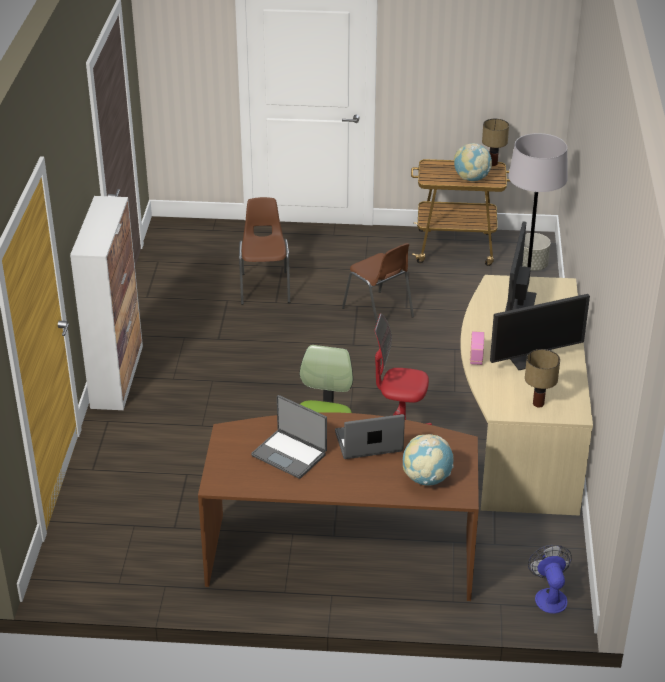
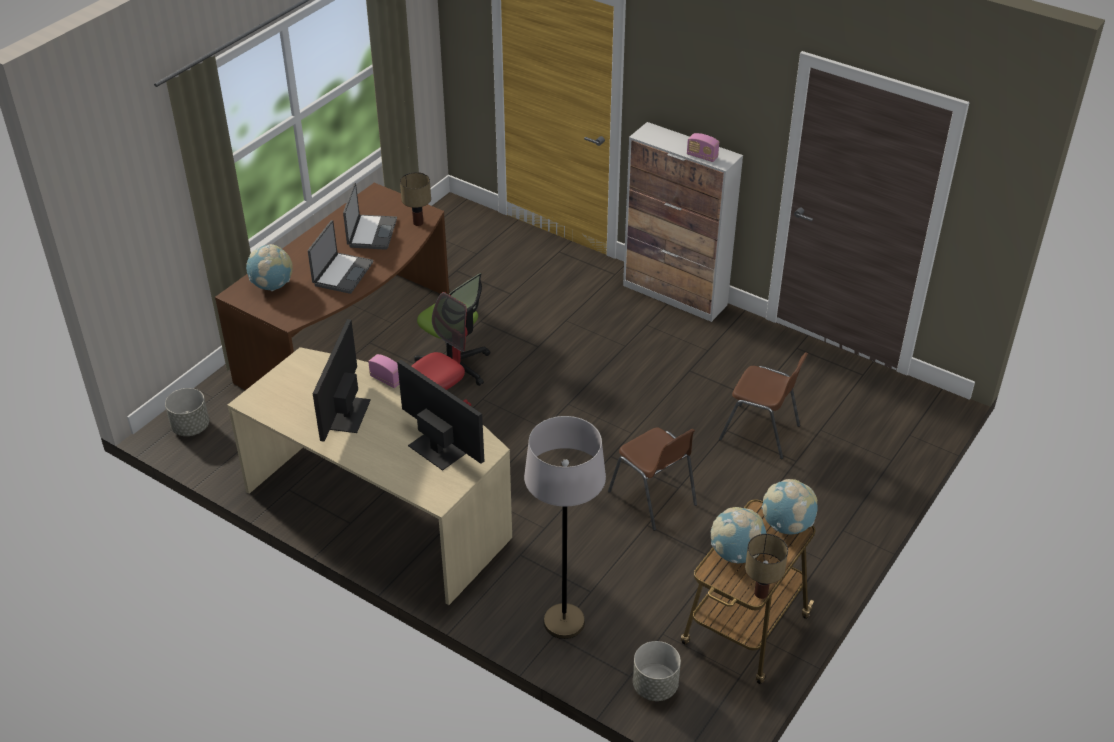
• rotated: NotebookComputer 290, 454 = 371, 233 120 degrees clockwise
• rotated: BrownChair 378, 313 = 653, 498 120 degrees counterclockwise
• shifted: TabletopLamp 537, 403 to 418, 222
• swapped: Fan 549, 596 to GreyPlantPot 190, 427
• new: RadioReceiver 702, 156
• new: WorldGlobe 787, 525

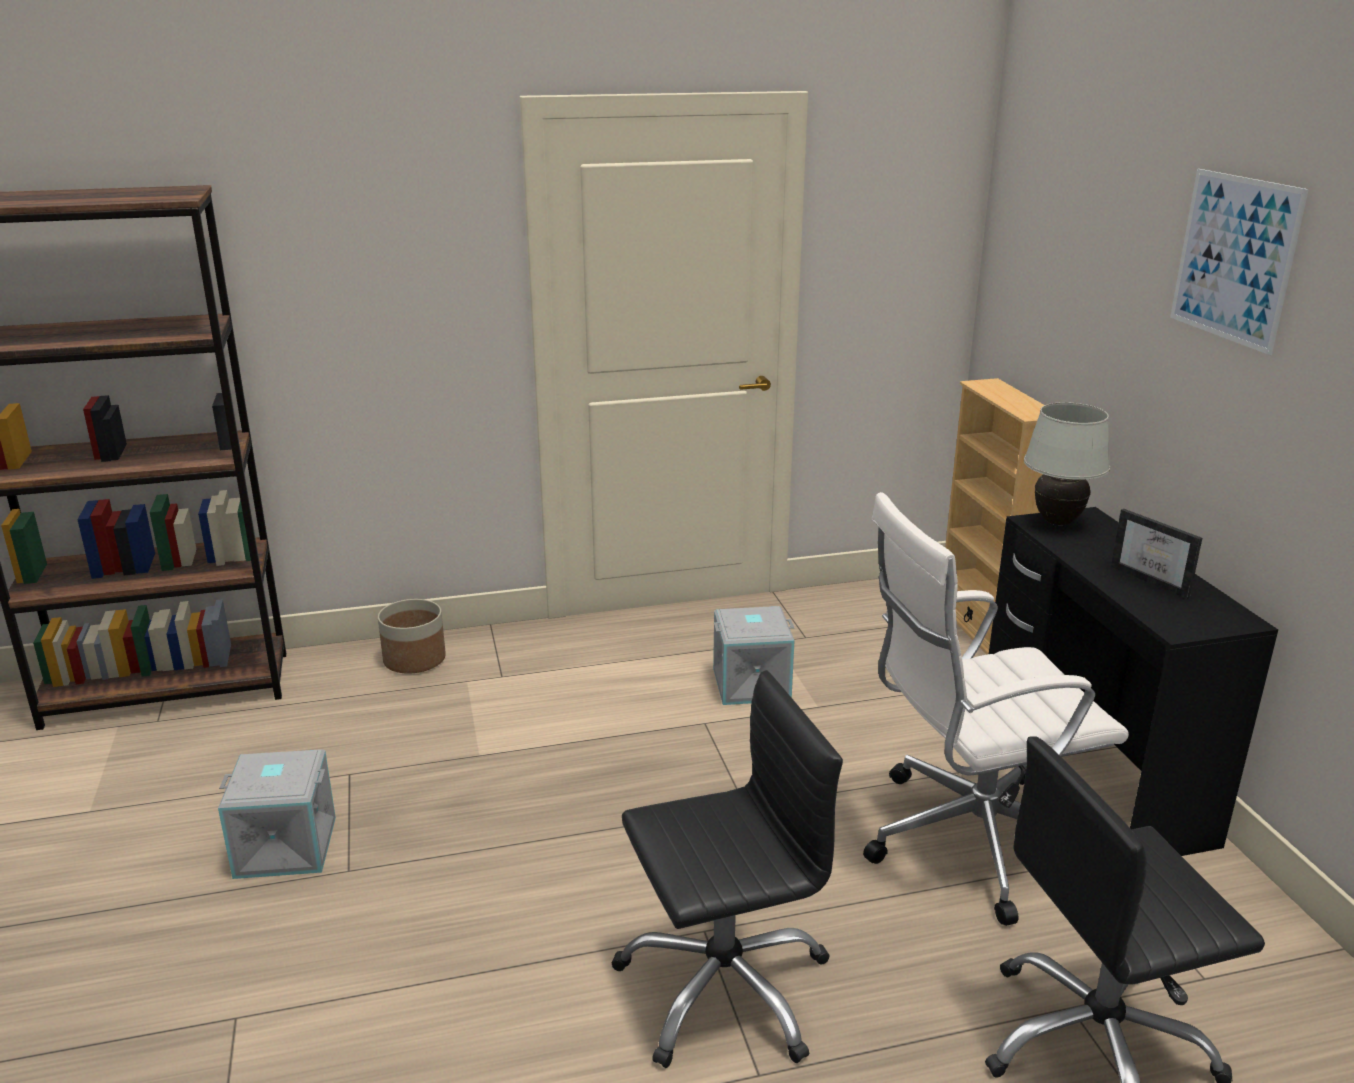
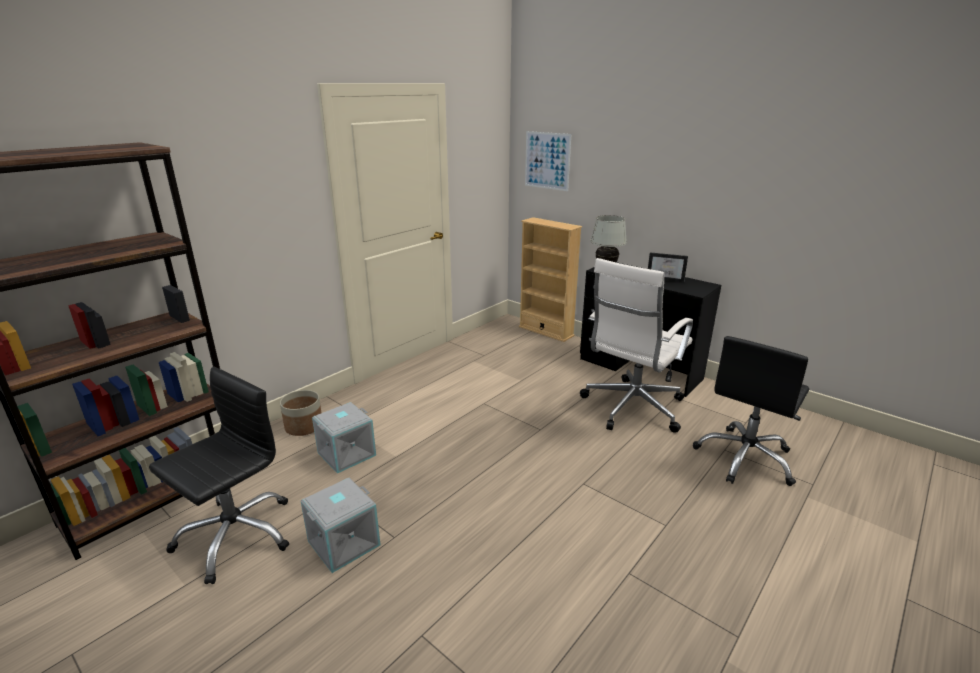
• shifted: BlackishDeskChair 723, 987 to 235, 535
• shifted: GreyStorageContainer 751, 683 to 346, 453
• shifted: Picture 1234, 258 to 547, 160

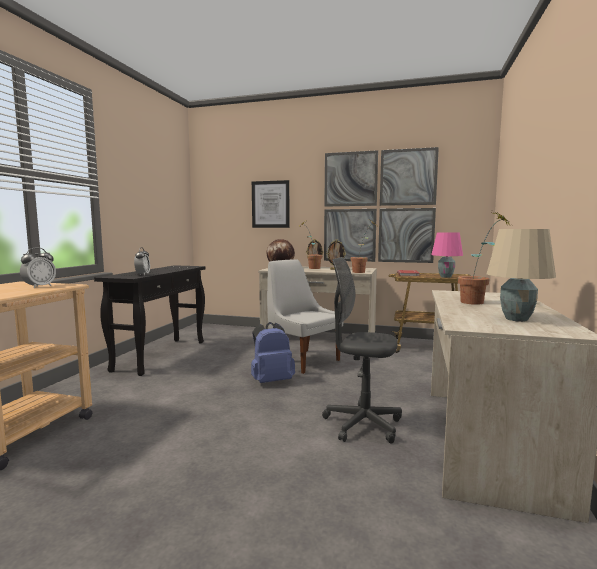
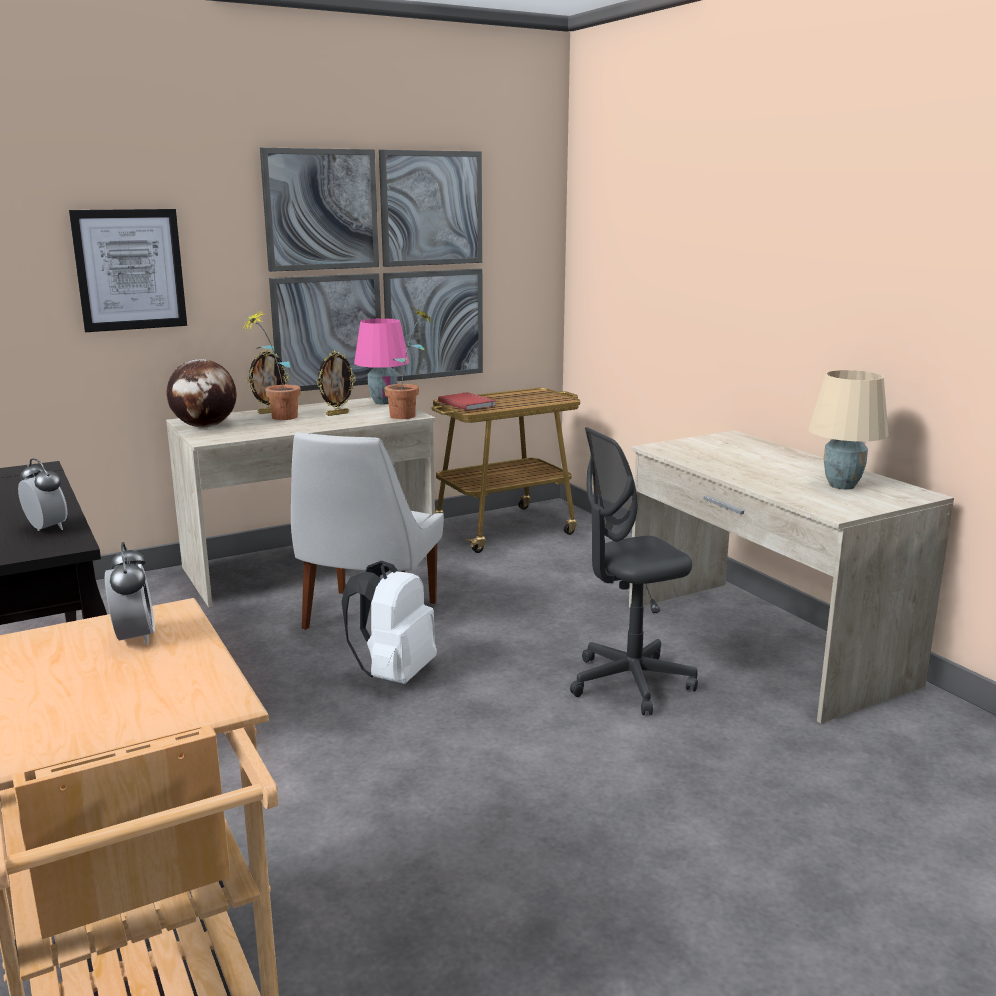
• repainted: BlueColouredRucksack 271, 381 to WhiteColouredRucksack 394, 674
• rotated: WhiteColouredChair 302, 360 = 368, 618 75 degrees counterclockwise
• shifted: PinkishTabletopLamp 446, 277 to 383, 402
• gone: PlantInAPot 479, 302

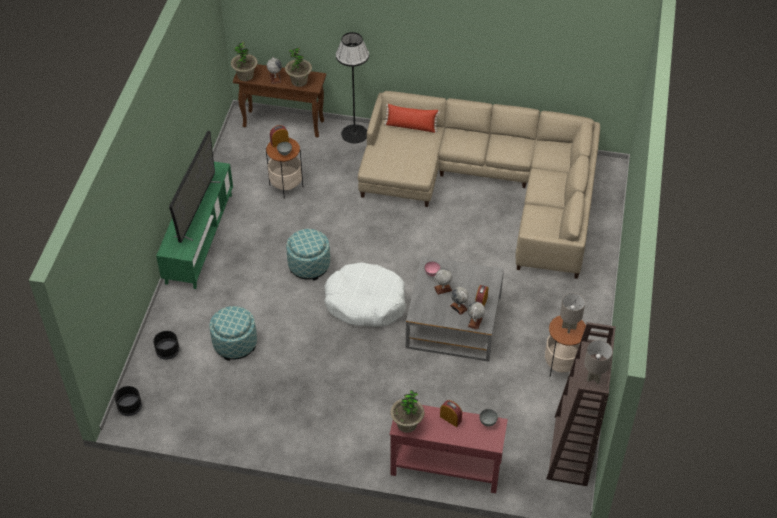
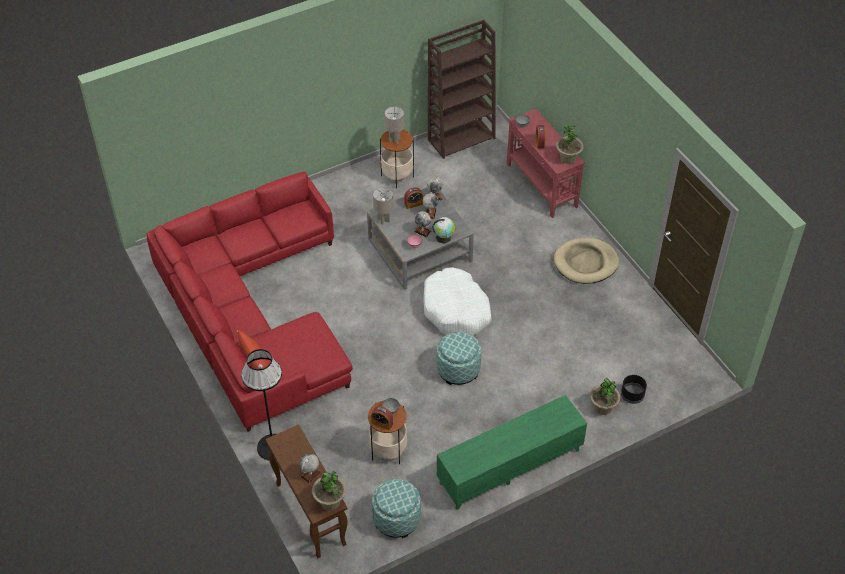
• gone: BlackishPlantPot 130, 407
• gone: TvSet 197, 209
• shifted: Footrest 235, 344 to 396, 518
• shifted: PlantInAPot 299, 81 to 603, 408
• repainted: BeigeSofa 489, 185 to RedSofa 252, 312
• shifted: GreyTabletopLamp 593, 378 to 384, 220
• new: WorldGlobe 444, 237
• new: BeigeDogCushion 585, 263

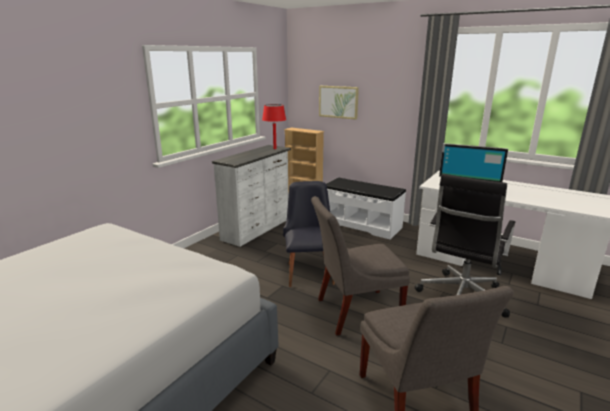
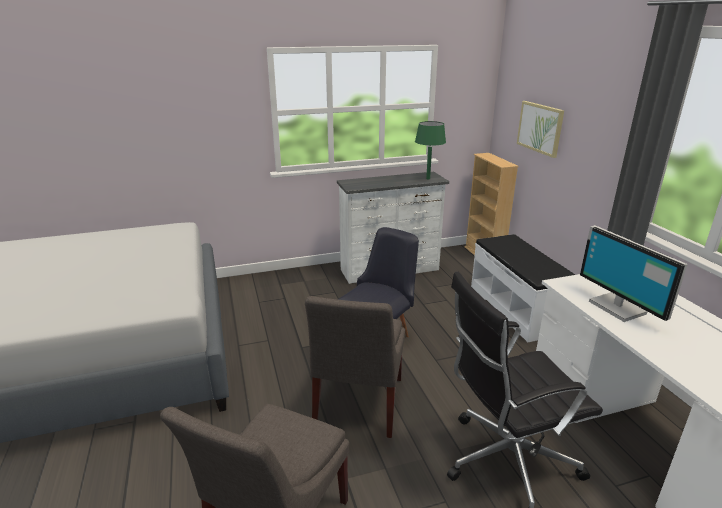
• repainted: RedTabletopLamp 274, 149 to GreenColouredTabletopLamp 428, 178
• rotated: GreyChair 354, 311 = 357, 404 105 degrees counterclockwise

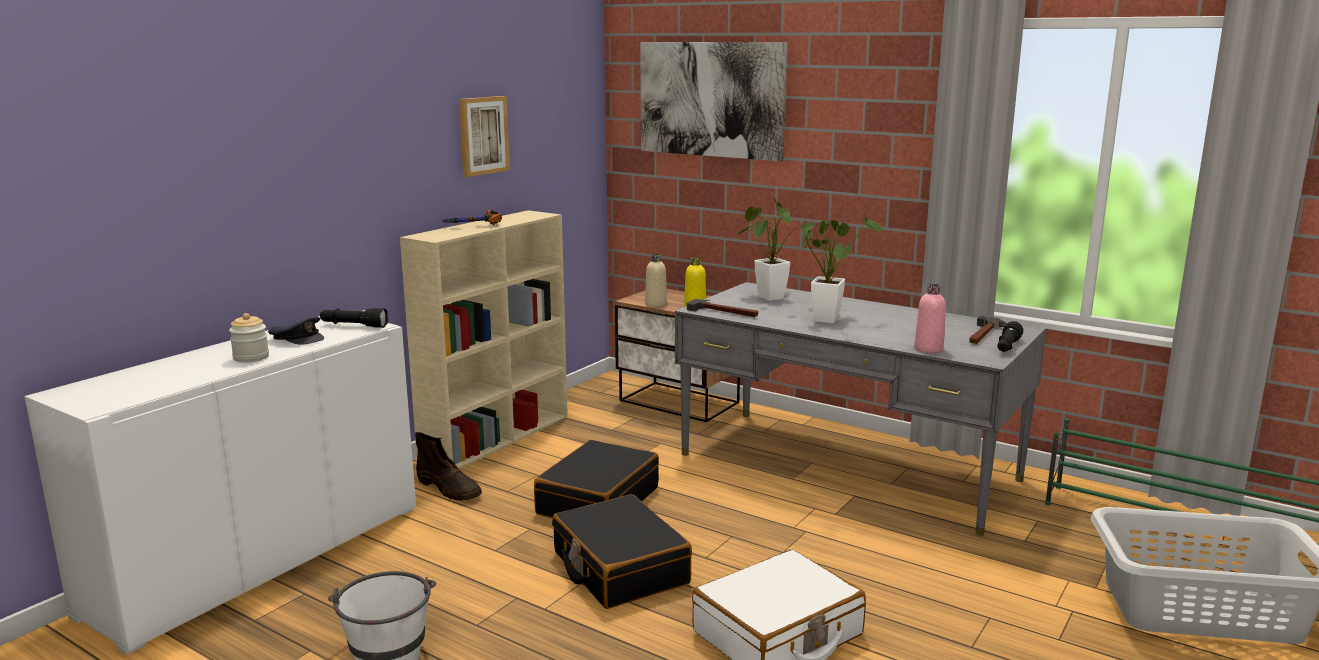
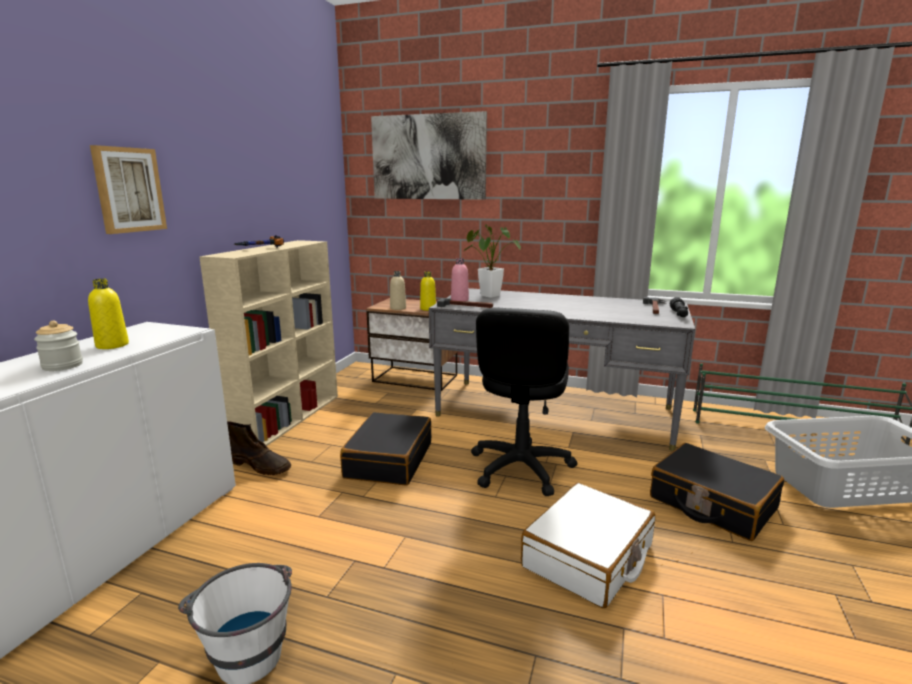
• swapped: GreyBaseballCap 298, 338 to YellowColouredDrinkBottle 112, 345
• gone: BlackishTorch 353, 326
• shifted: Picture 483, 135 to 129, 190
• shifted: BlackishSuitcase 619, 568 to 712, 503
• gone: PlantInAPot 828, 318
• shifted: PinkishDrinkBottle 928, 349 to 459, 300
• new: BlackishDeskChair 520, 468

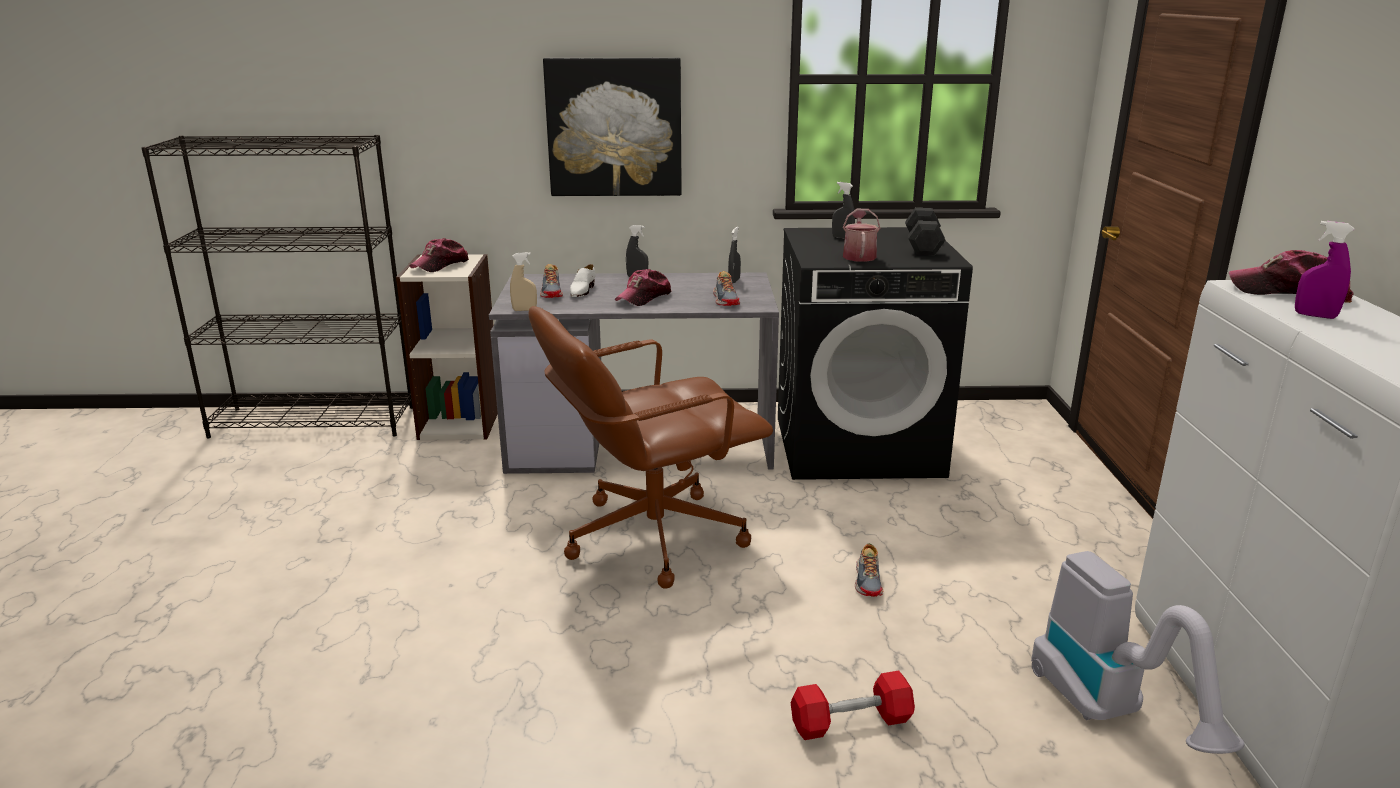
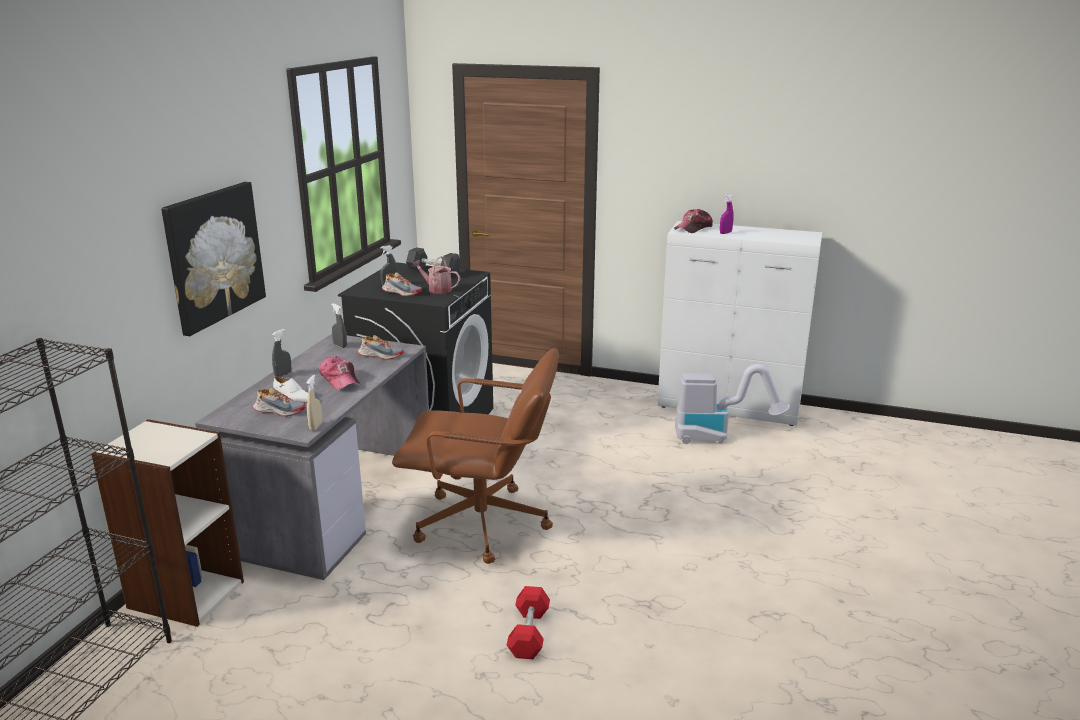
• gone: BaseballCap 440, 265
• rotated: BrownDeskChair 652, 536 = 483, 525 75 degrees counterclockwise
• shifted: RedHandWeight 851, 722 to 529, 633
• shifted: LowShoe 868, 581 to 401, 292

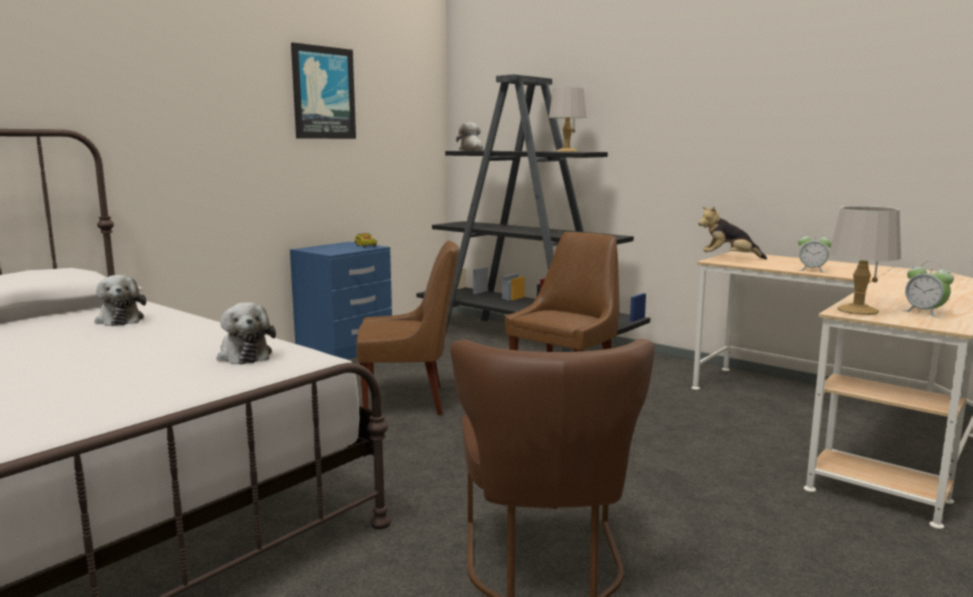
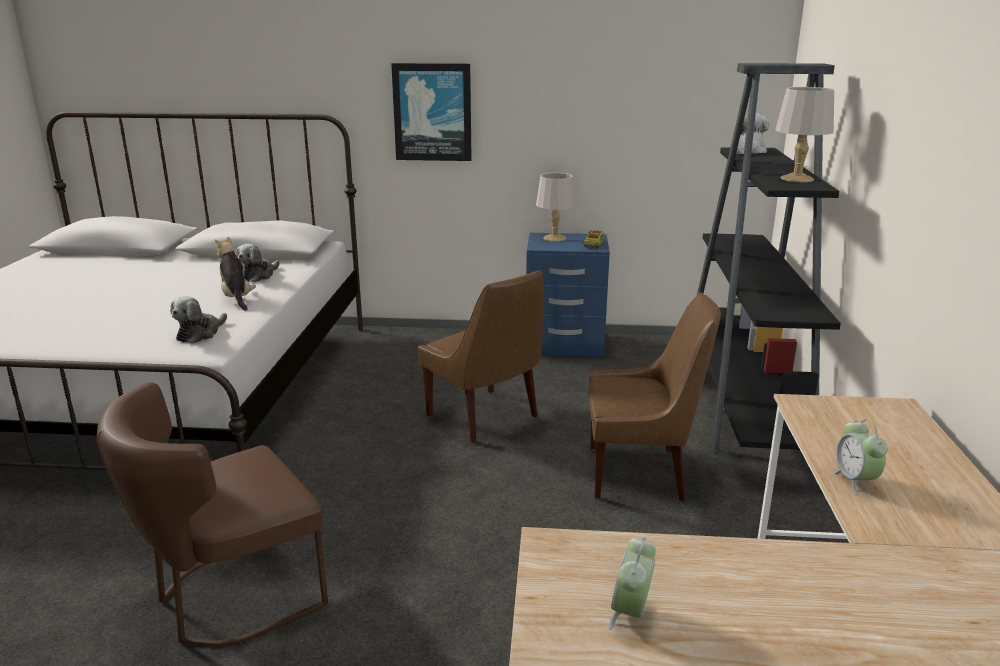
• shifted: Picture 323, 93 to 432, 112
• shifted: CuddlyToy 728, 258 to 237, 298
• shifted: GreyTabletopLamp 857, 310 to 555, 238

